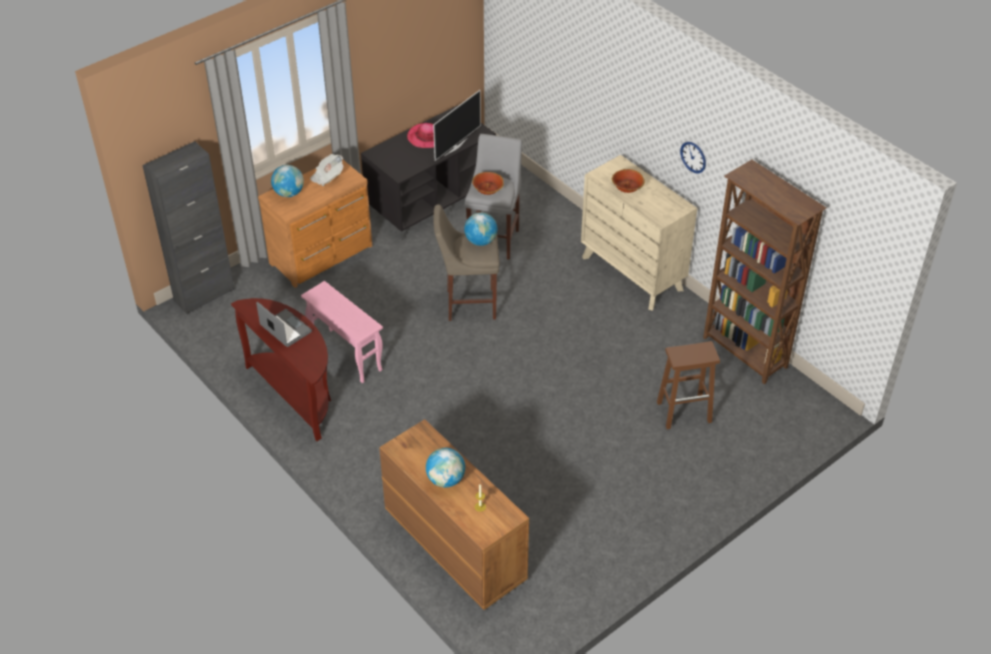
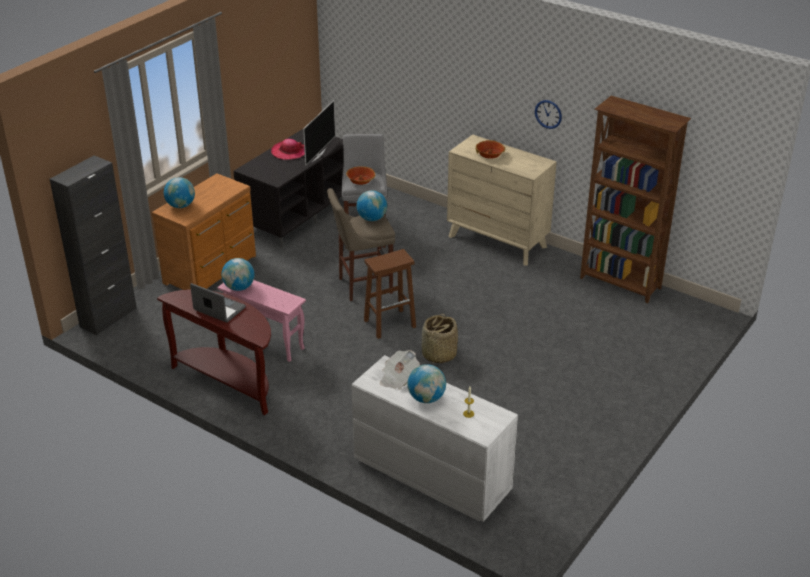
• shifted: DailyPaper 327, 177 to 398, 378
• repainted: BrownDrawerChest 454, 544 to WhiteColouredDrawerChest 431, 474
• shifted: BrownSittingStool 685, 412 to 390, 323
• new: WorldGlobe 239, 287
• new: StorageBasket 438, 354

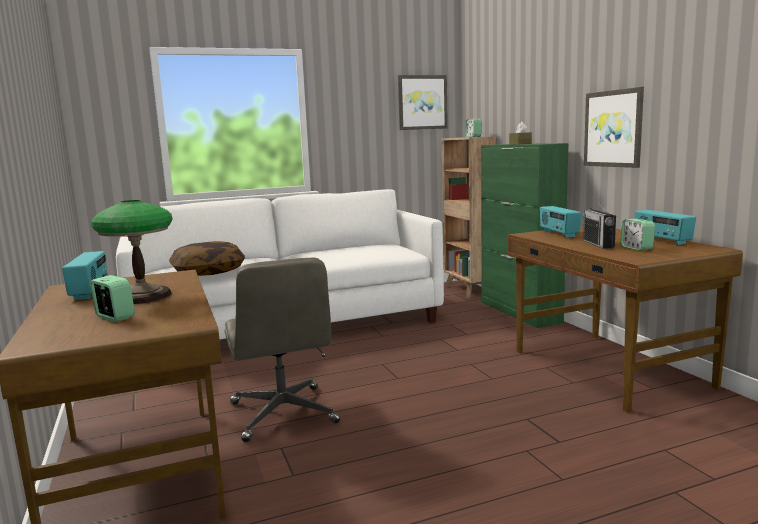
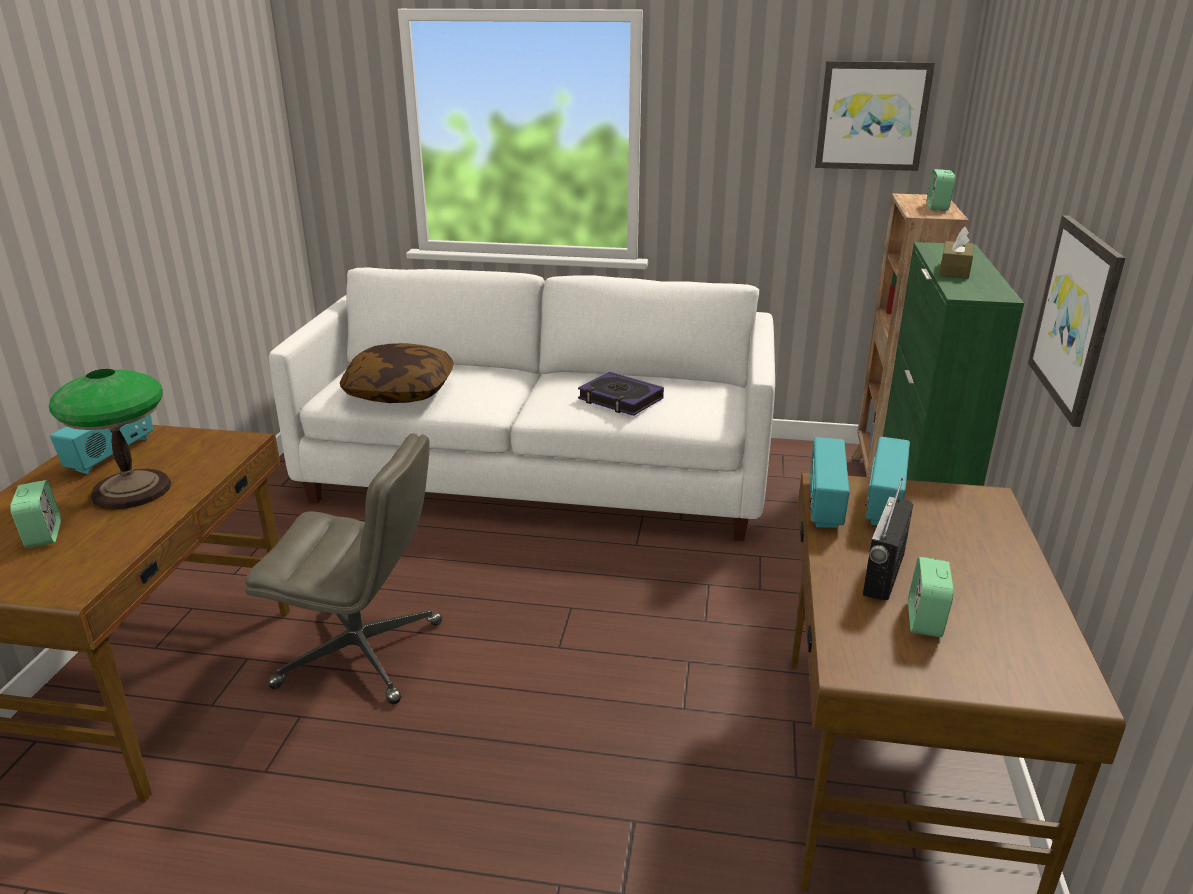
• rotated: GreyDeskChair 284, 413 = 362, 654 90 degrees counterclockwise
• shifted: RadioReceiver 661, 240 to 824, 504
• new: Book 620, 399

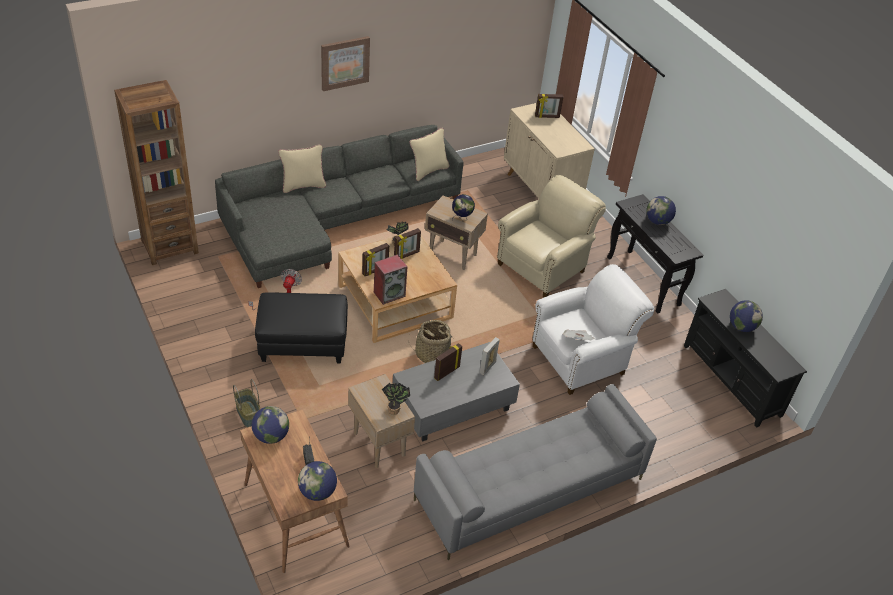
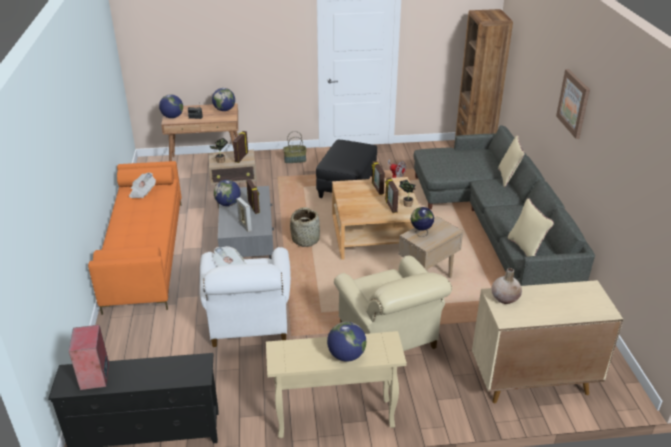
• shifted: AudioSpeaker 389, 294 to 95, 376
• repainted: GreySofa 529, 490 to OrangeColouredSofa 145, 253
• shifted: StandingFrame 547, 117 to 241, 157
• repainted: BlackishConsoleTable 643, 282 to BeigeConsoleTable 334, 418
• shifted: WorldGlobe 741, 327 to 228, 204
• new: DailyPaper 142, 192
• new: BeigeFlowerVase 505, 298

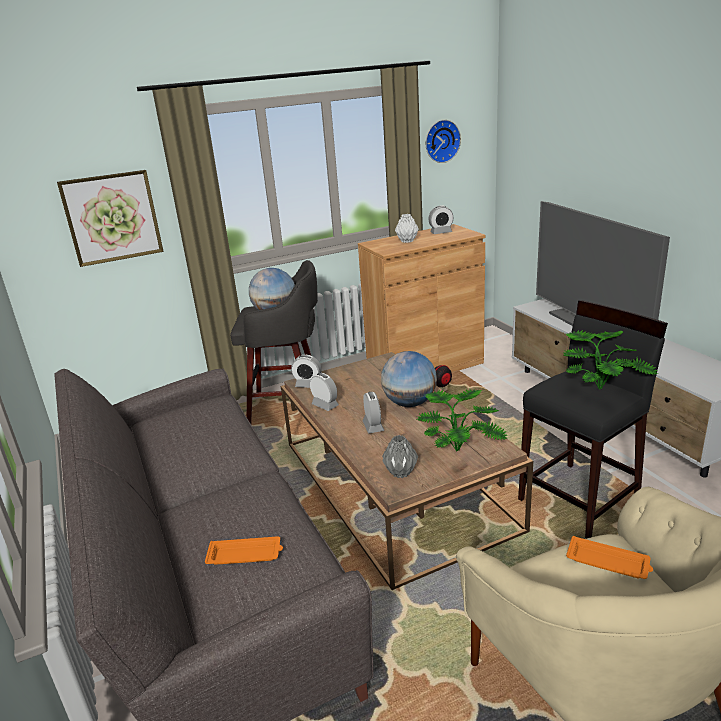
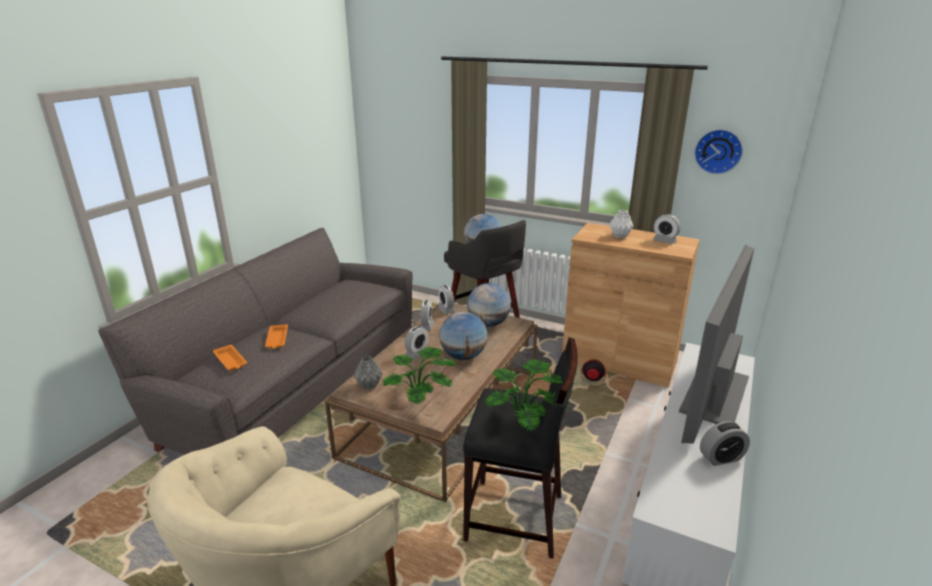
• gone: Picture 112, 218
• shifted: OrangeColouredServingTray 609, 562 to 277, 339
• new: WorldGlobe 488, 323
• new: BedsideClock 721, 458

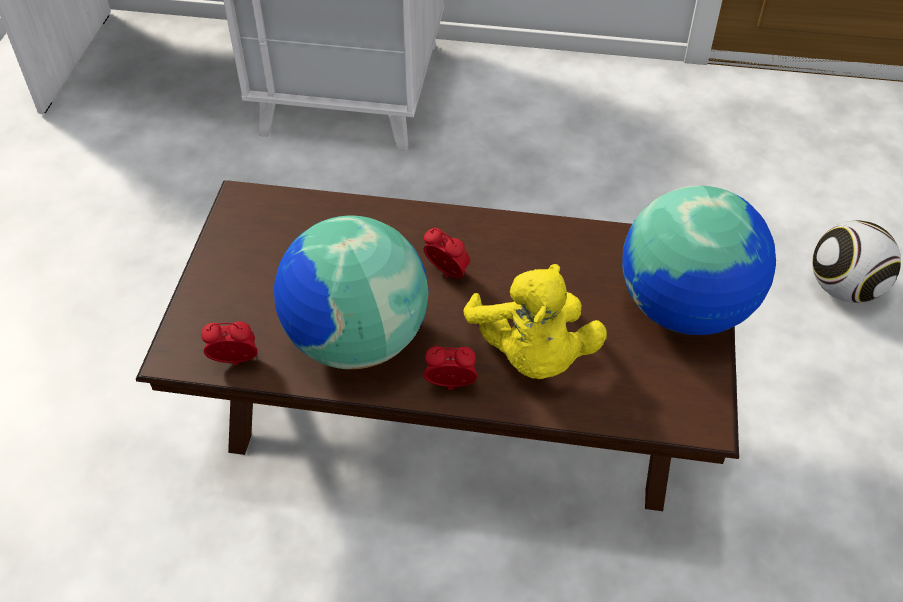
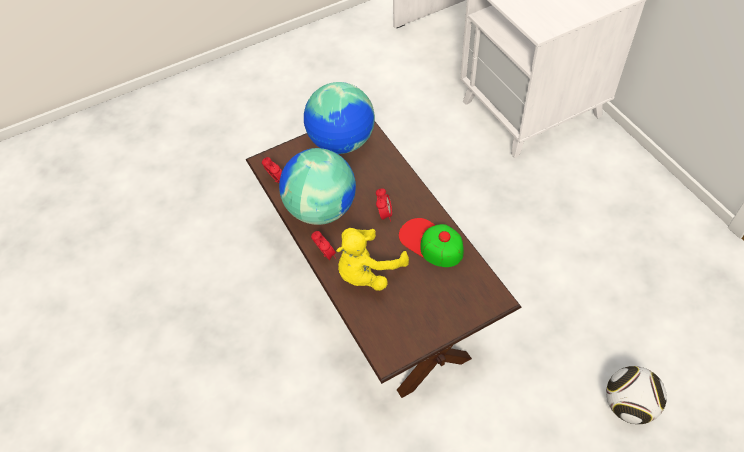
• shifted: WorldGlobe 686, 309 to 341, 142
• new: BaseballCap 431, 243

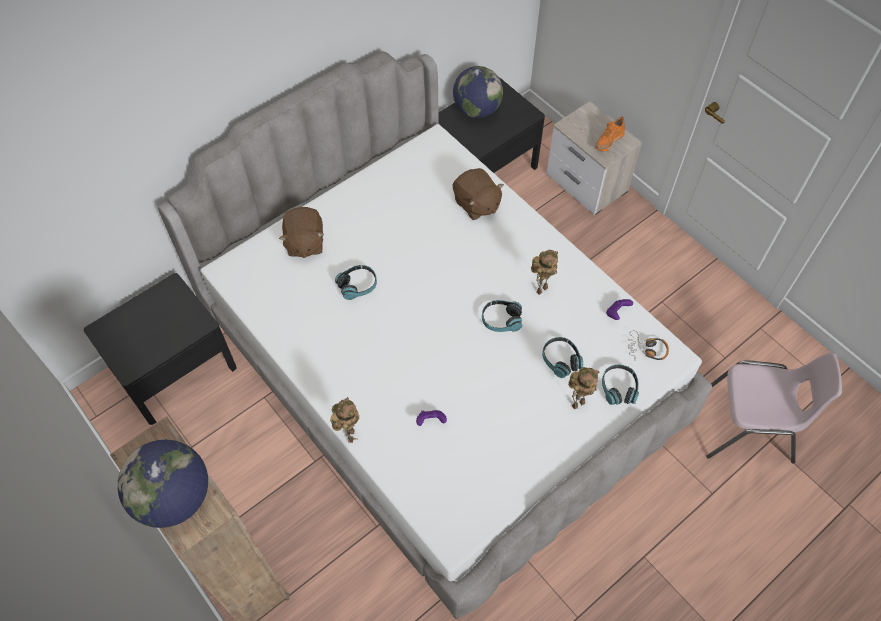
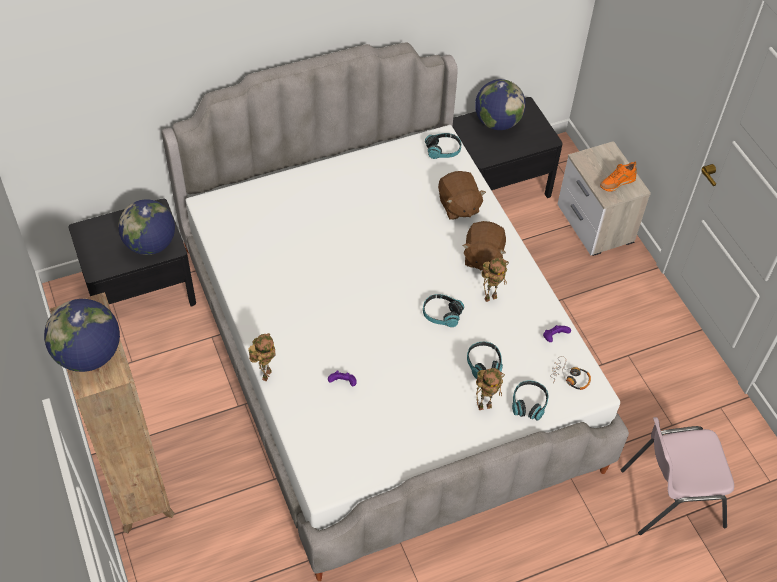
• shifted: BrownCuddlyToy 304, 243 to 482, 257
• shifted: PairOfHeadphones 357, 285 to 443, 150
• rotated: PinkishChair 749, 428 = 670, 496 150 degrees clockwise
• new: WorldGlobe 150, 244

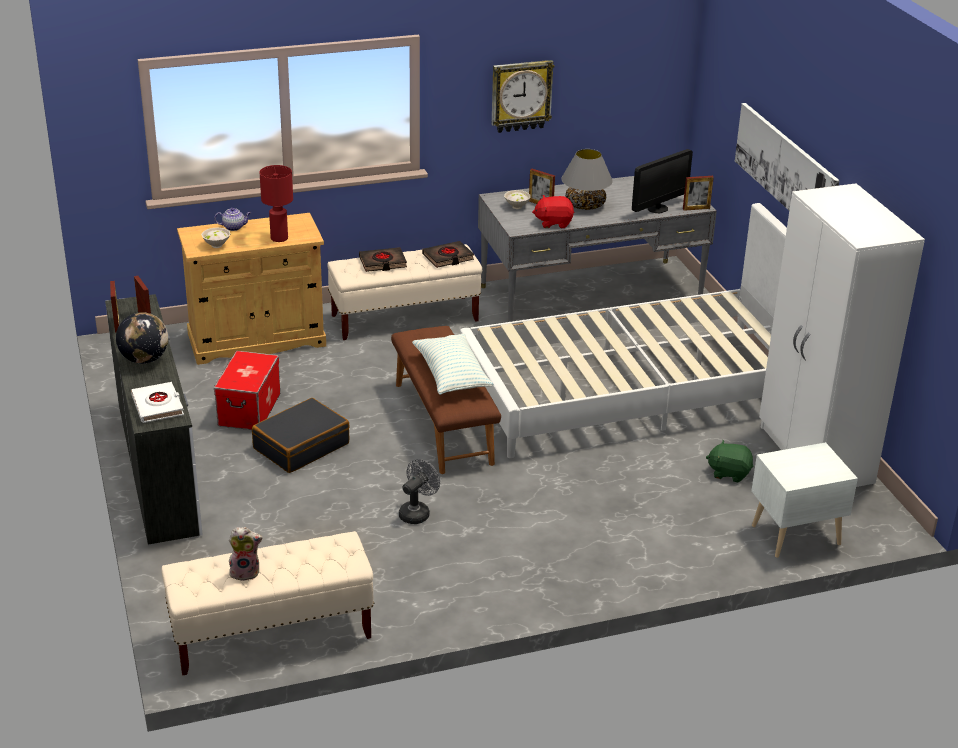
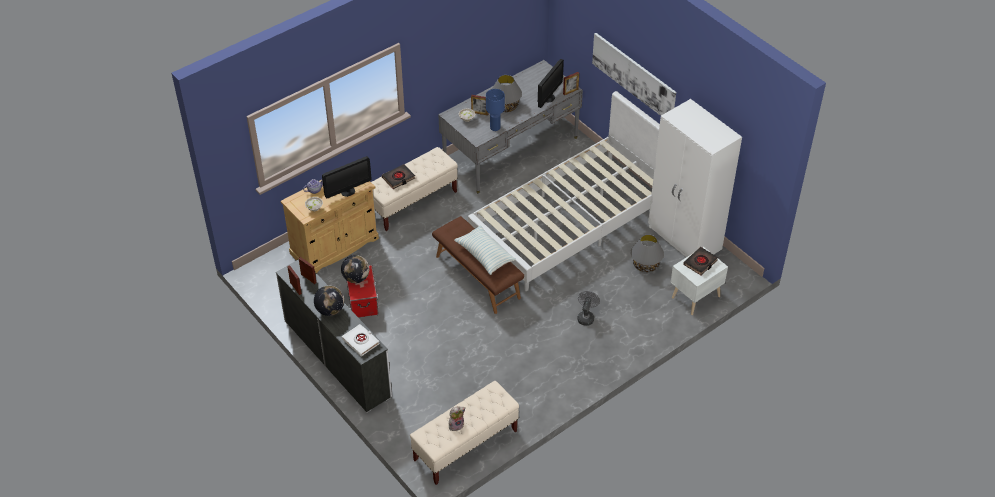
• gone: BlackishSuitcase 301, 446
• swapped: RedTabletopLamp 279, 238 to Monitor 348, 191
• shifted: GreyFan 417, 512 to 586, 317
• shifted: BlackishBook 448, 257 to 700, 263
• gone: ClockOnTheWall 521, 95
• swapped: RedCuddlyToy 553, 223 to BlueColouredTabletopLamp 495, 128
• swapped: GreenColouredCuddlyToy 729, 473 to GreyTabletopLamp 645, 265
• new: WorldGlobe 356, 278

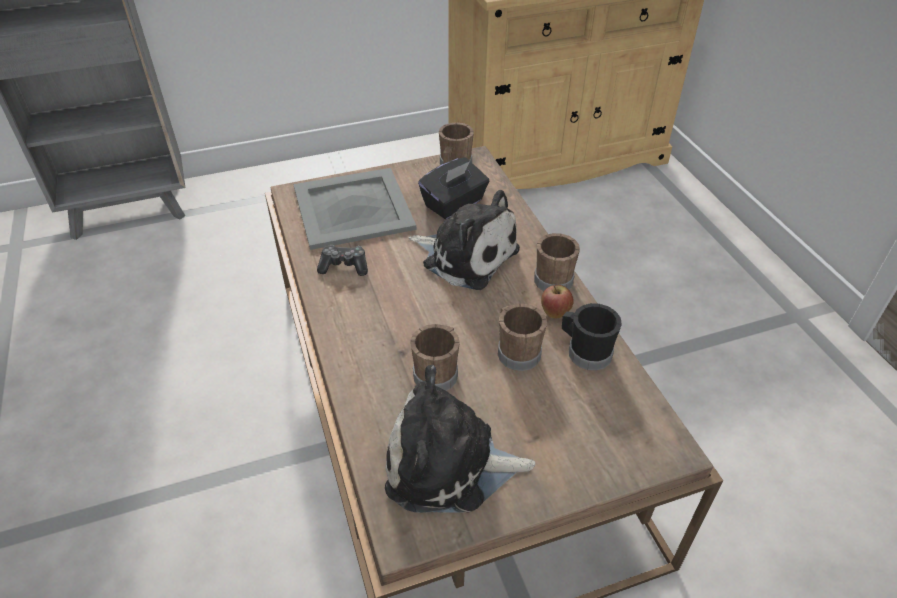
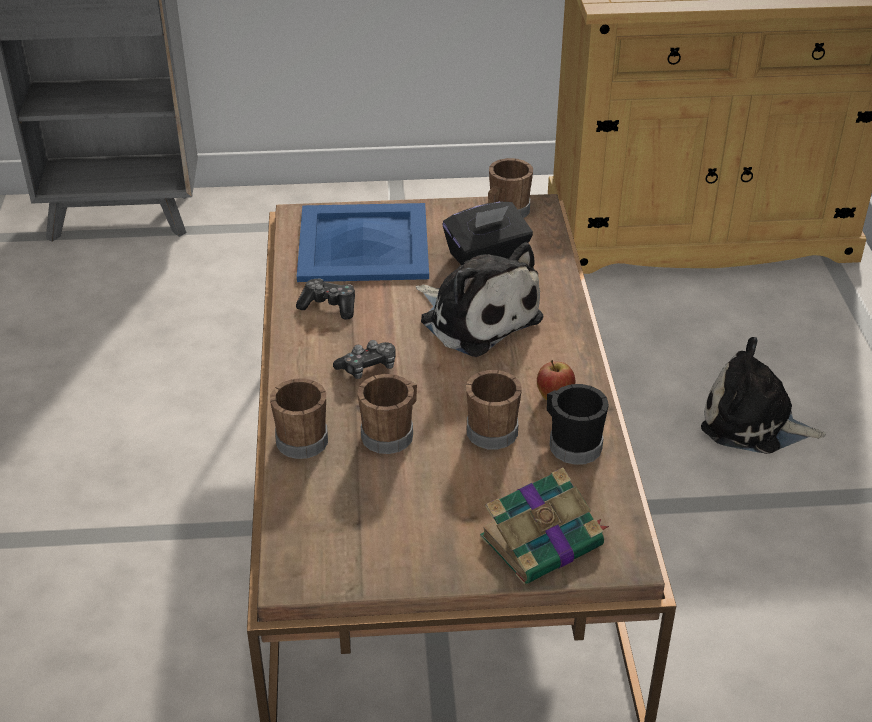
• repainted: GreyServingTray 354, 207 to BlueColouredServingTray 364, 243
• shifted: CuddlyToy 449, 464 to 753, 423
• shifted: BrownMug 552, 277 to 303, 437
• new: GameController 368, 367
• new: Book 543, 540

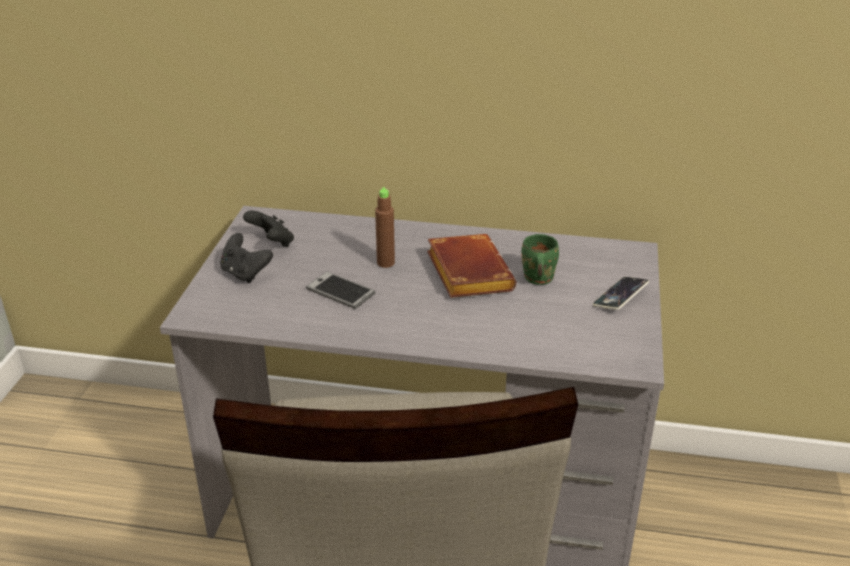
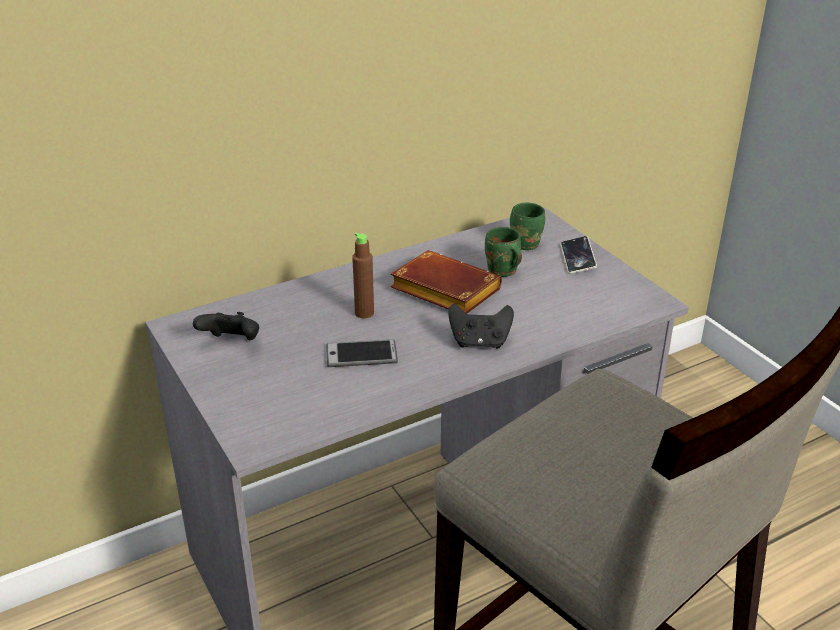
• shifted: BlackishGameController 245, 273 to 479, 342
• new: GreenColouredMug 527, 243

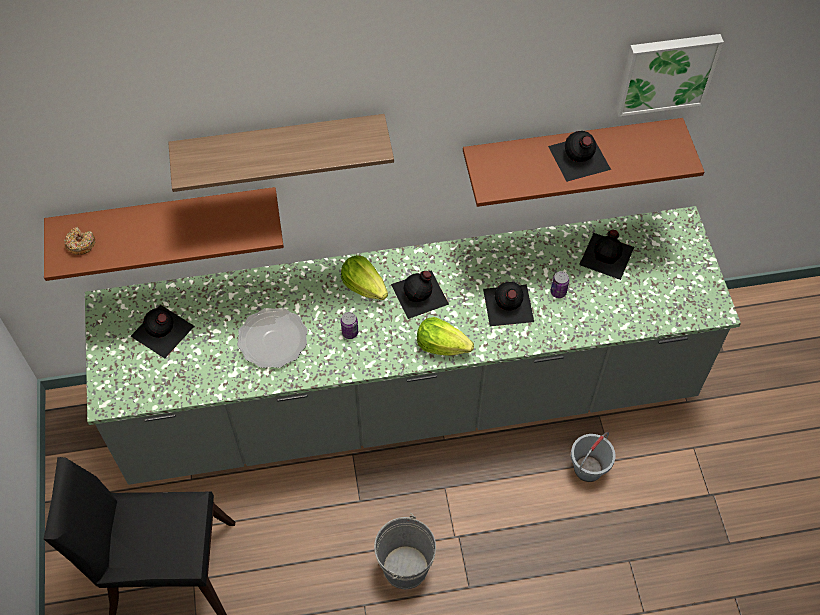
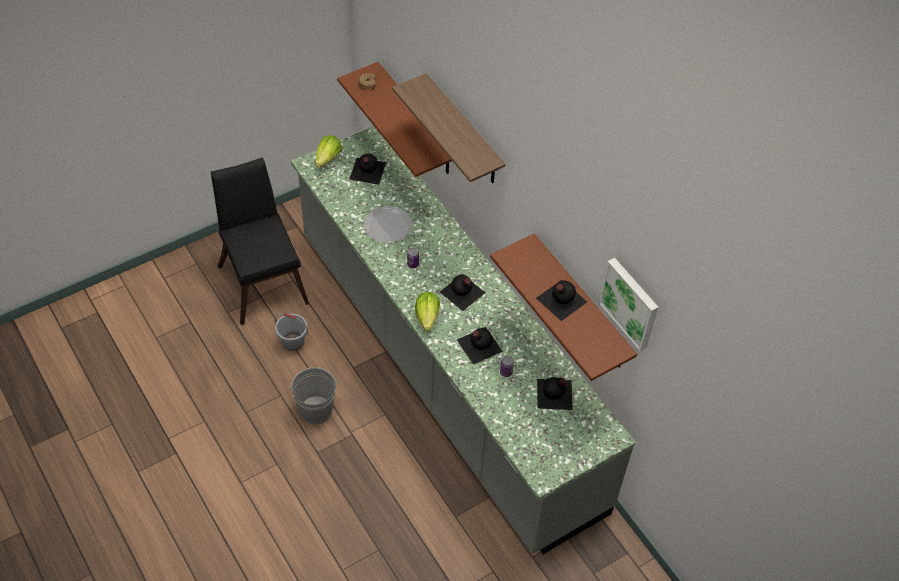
• shifted: Lettuce 364, 286 to 328, 159
• shifted: GreyBucket 588, 468 to 293, 342

